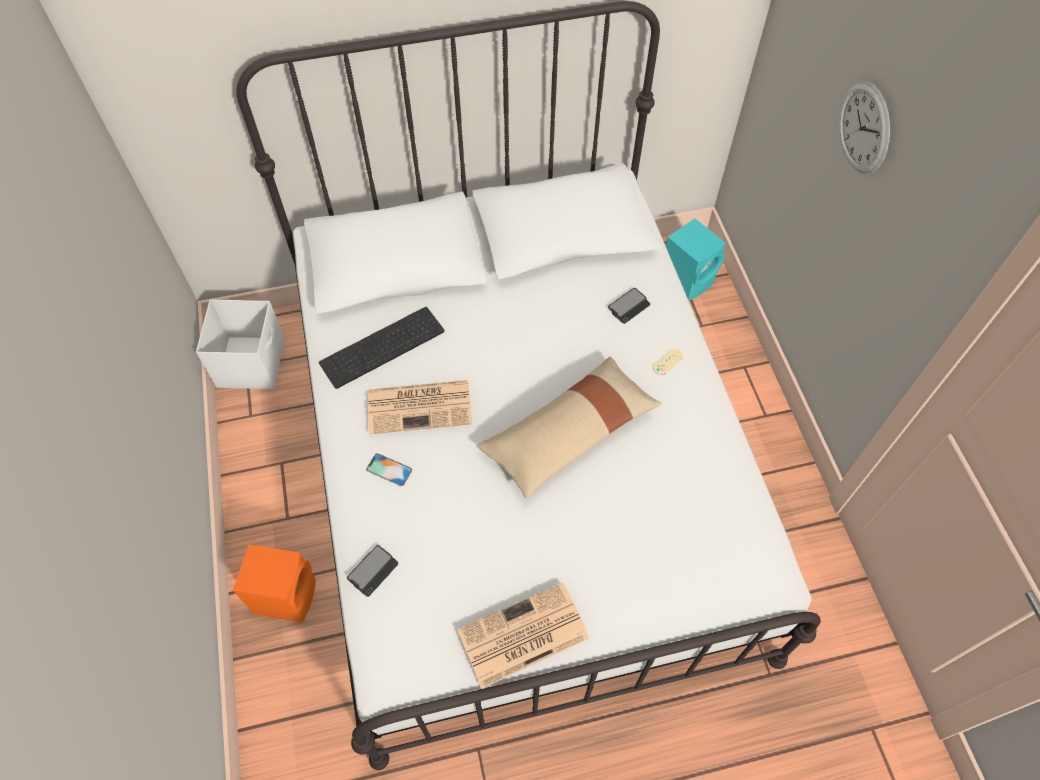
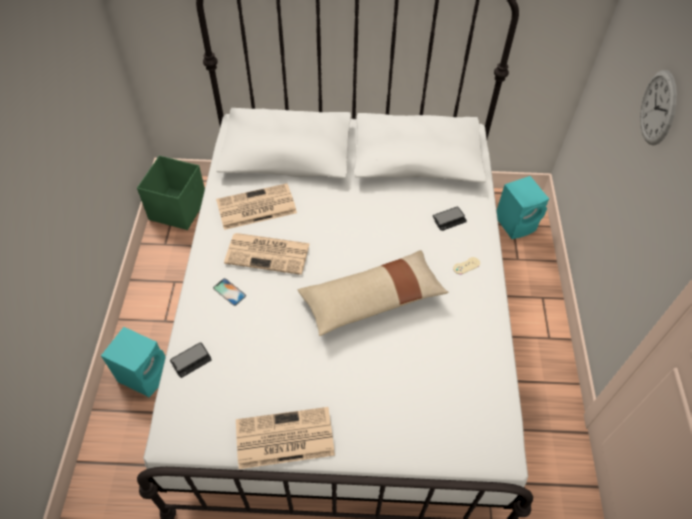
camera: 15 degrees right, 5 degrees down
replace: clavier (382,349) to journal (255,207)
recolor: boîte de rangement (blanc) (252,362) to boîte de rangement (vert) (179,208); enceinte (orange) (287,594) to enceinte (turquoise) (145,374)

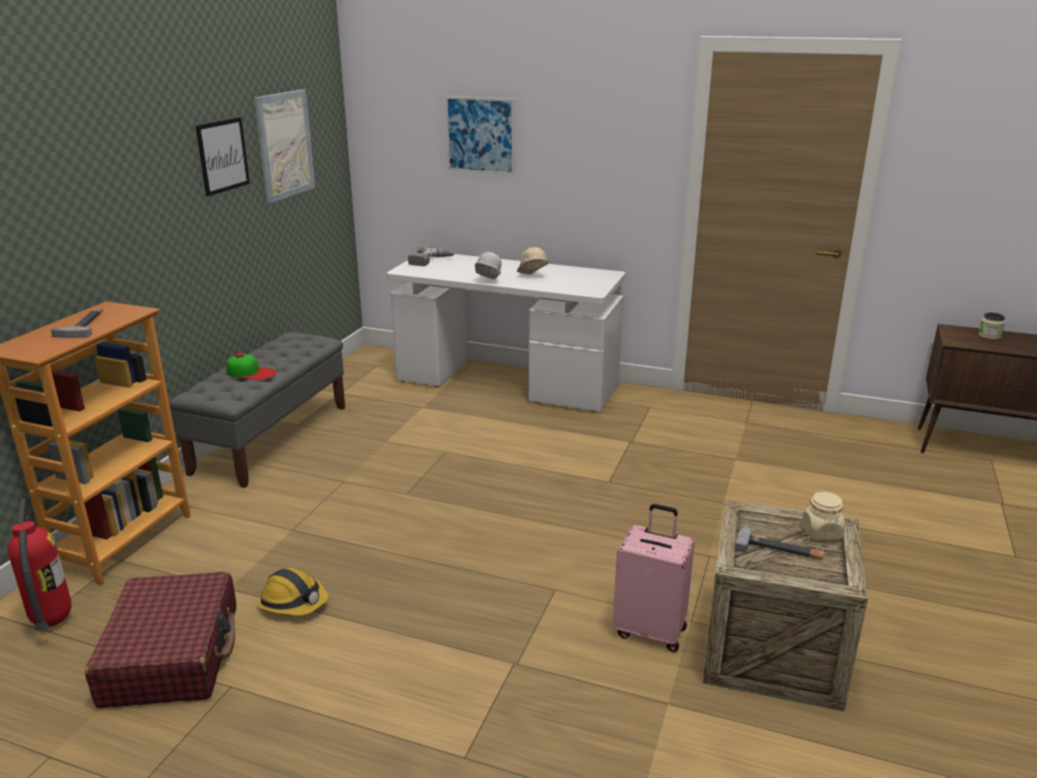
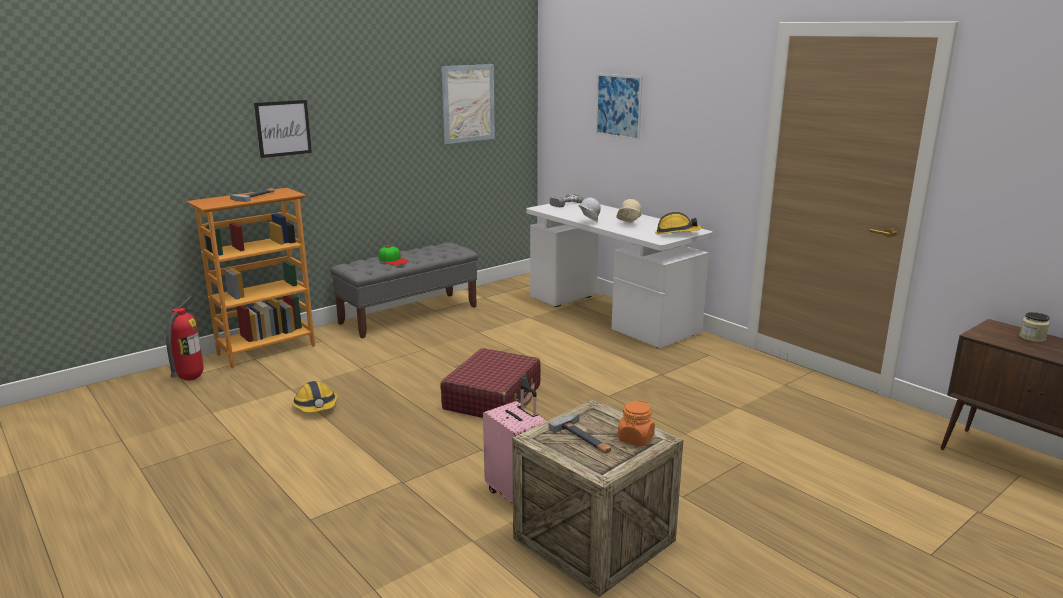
camera: 30 degrees right, 5 degrees down
insert: casque de chantier (676,233)
move: valise (rouge) (172,655) to (493,398); tableau (223,156) to (283,128)
recolor: bocal (beige) (821,533) to bocal (orange) (635,439)

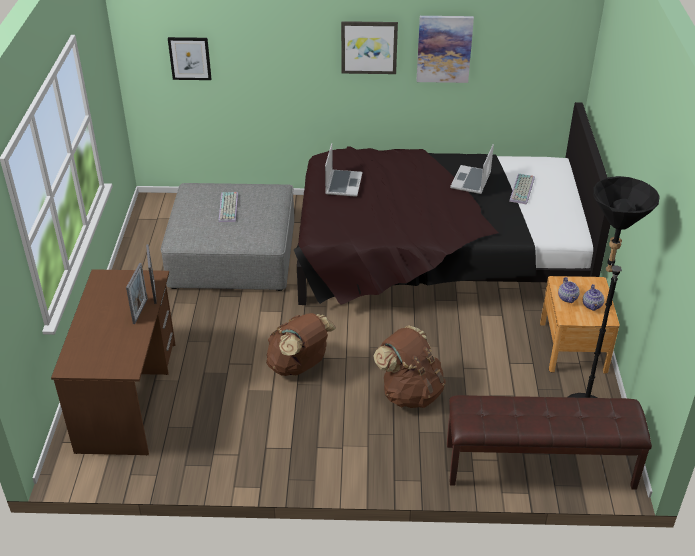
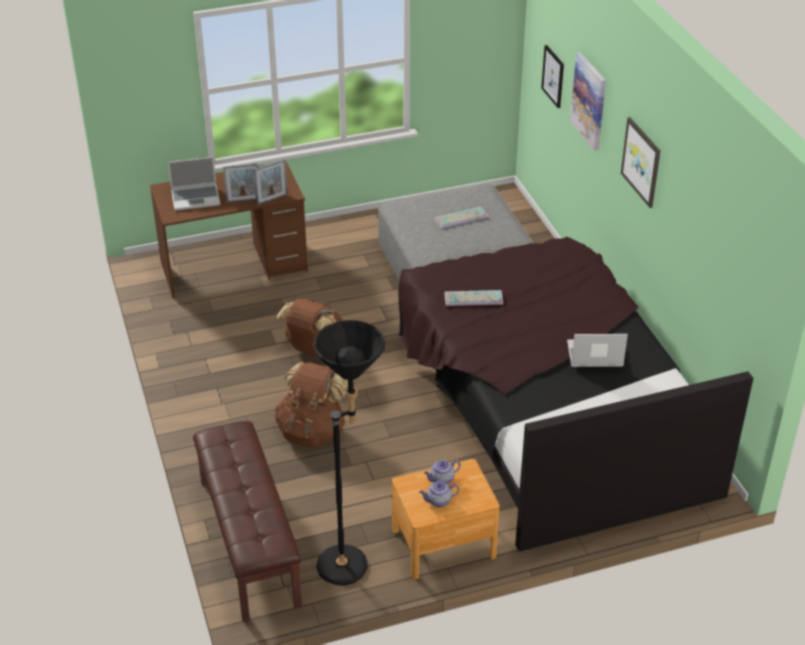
camera: 70 degrees right, 0 degrees up
move: ordinateur portable (343,184) to (196,198); tableau (444,48) to (589,101); clavier (522,190) to (473,299)

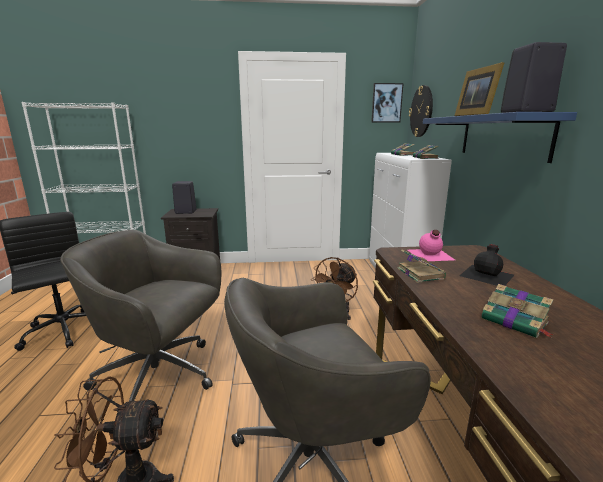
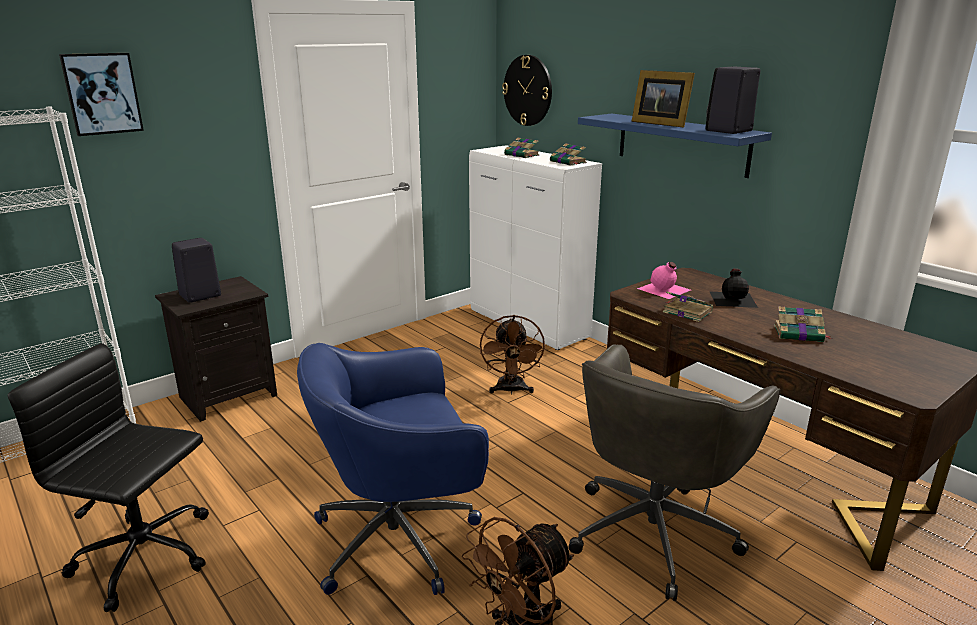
camera: 35 degrees left, 5 degrees up
move: tableau (386,103) to (102,93)
recolor: chaise de bureau (gris) (160,376) to chaise de bureau (bleu) (401,538)

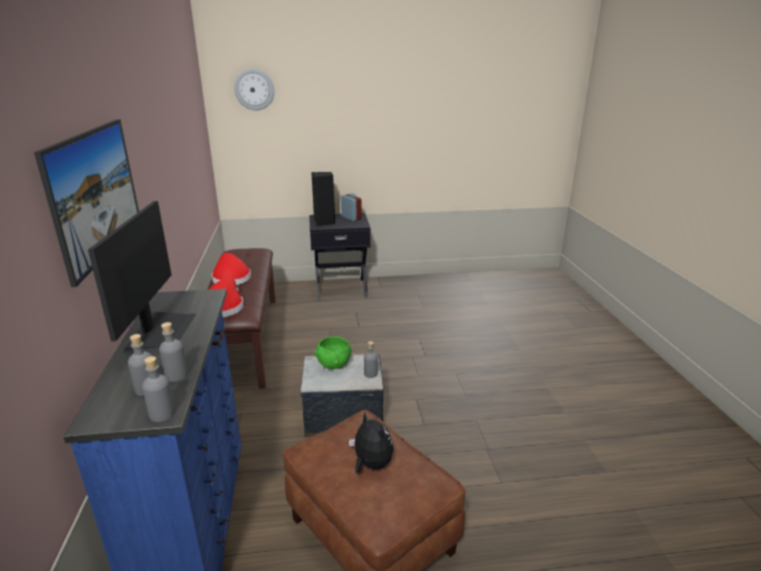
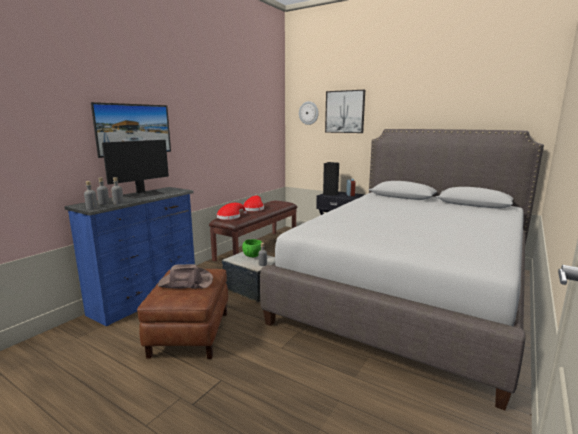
camera: 40 degrees right, 10 degrees down
insert: lit (gris) (410,292); tableau (345,112)
replace: peluche (371,464) to chapeau (marron) (185,282)

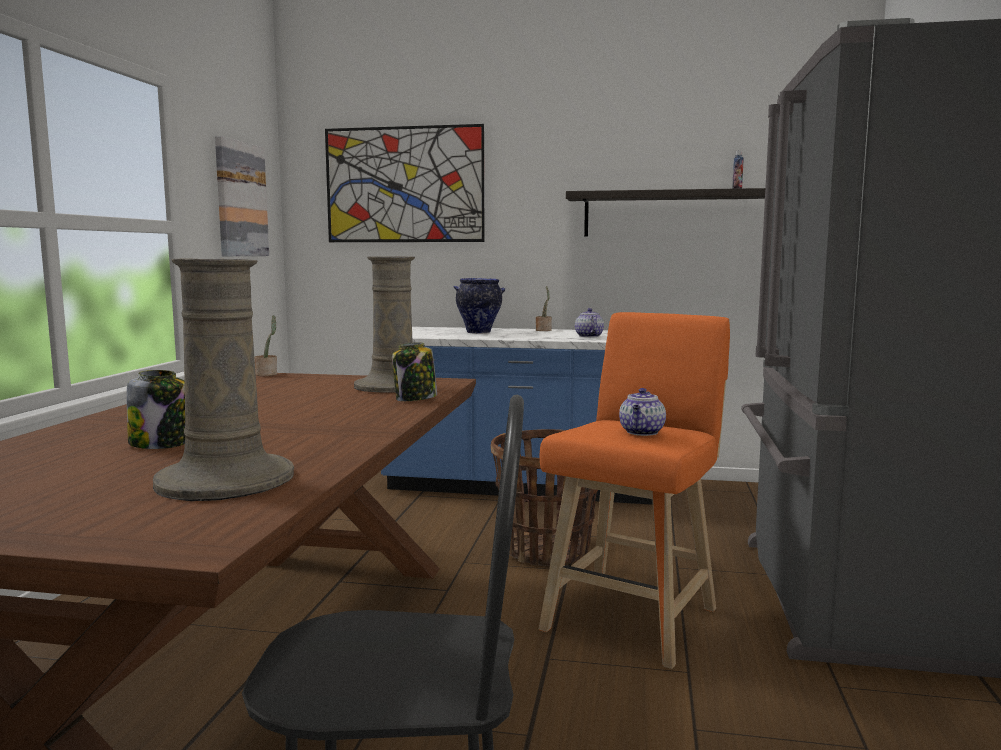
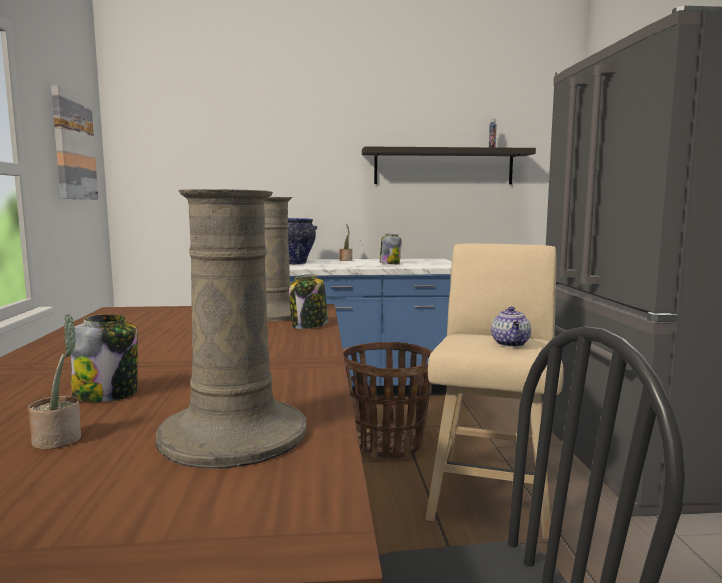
camera: 15 degrees left, 0 degrees up
delete: tableau (404,185)
move: plante en pot (267,374) to (60,438)
replace: théière (588,336) to bocal (390,264)
recolor: tabouret (orange) (634,616) to tabouret (beige) (491,495)

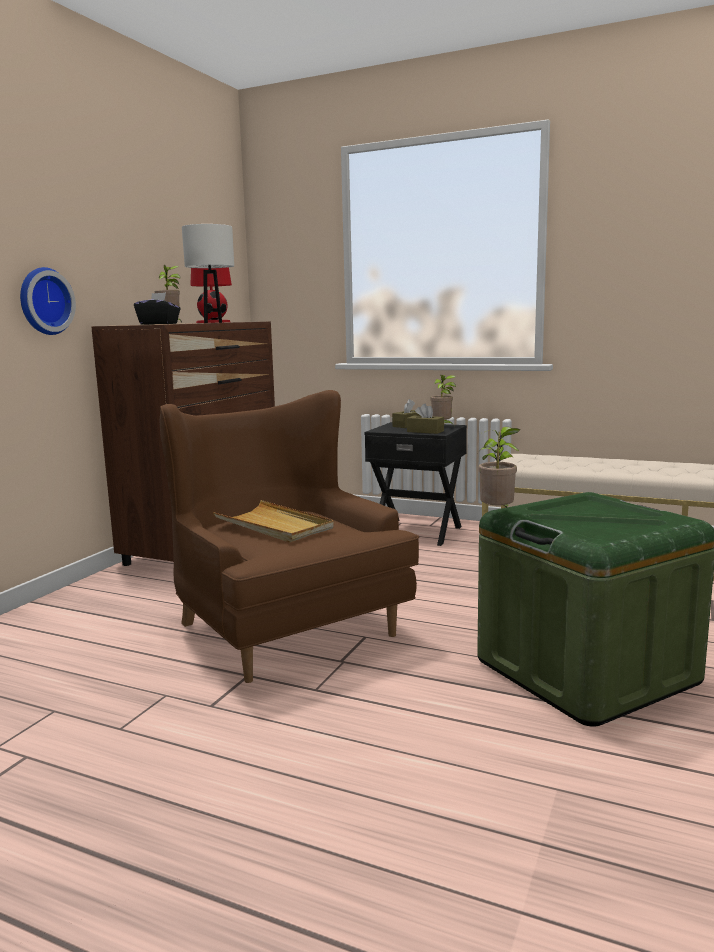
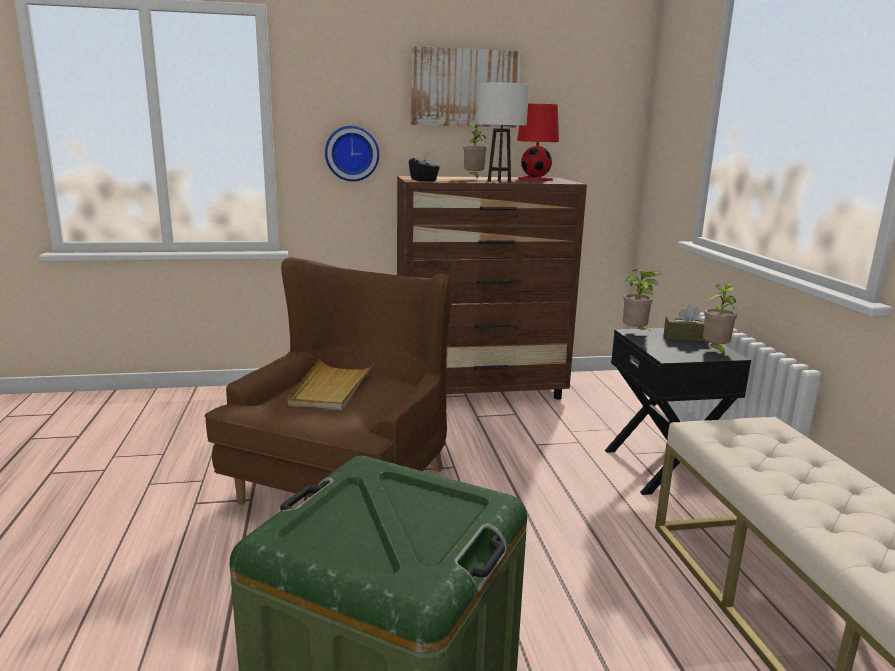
camera: 55 degrees right, 5 degrees up
delete: boîte à mouchoirs (marron) (425,431)
insert: tableau (465,88)
move: plante en pot (498,513) to (636,333)

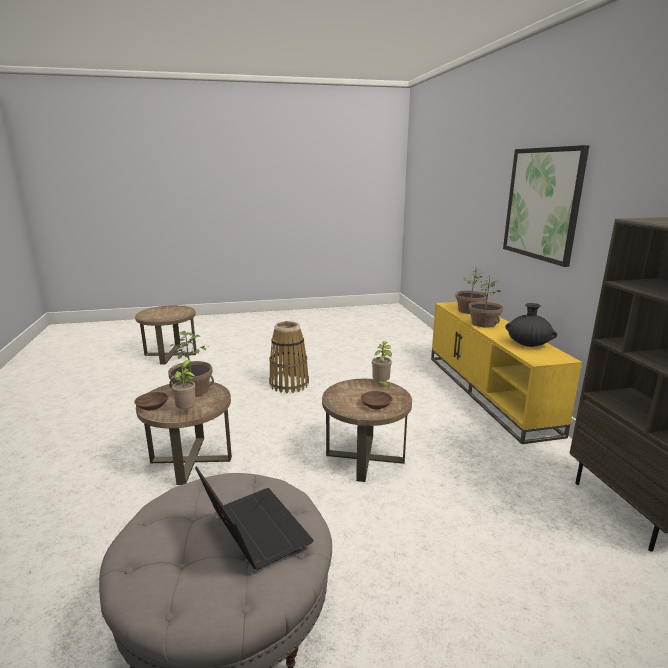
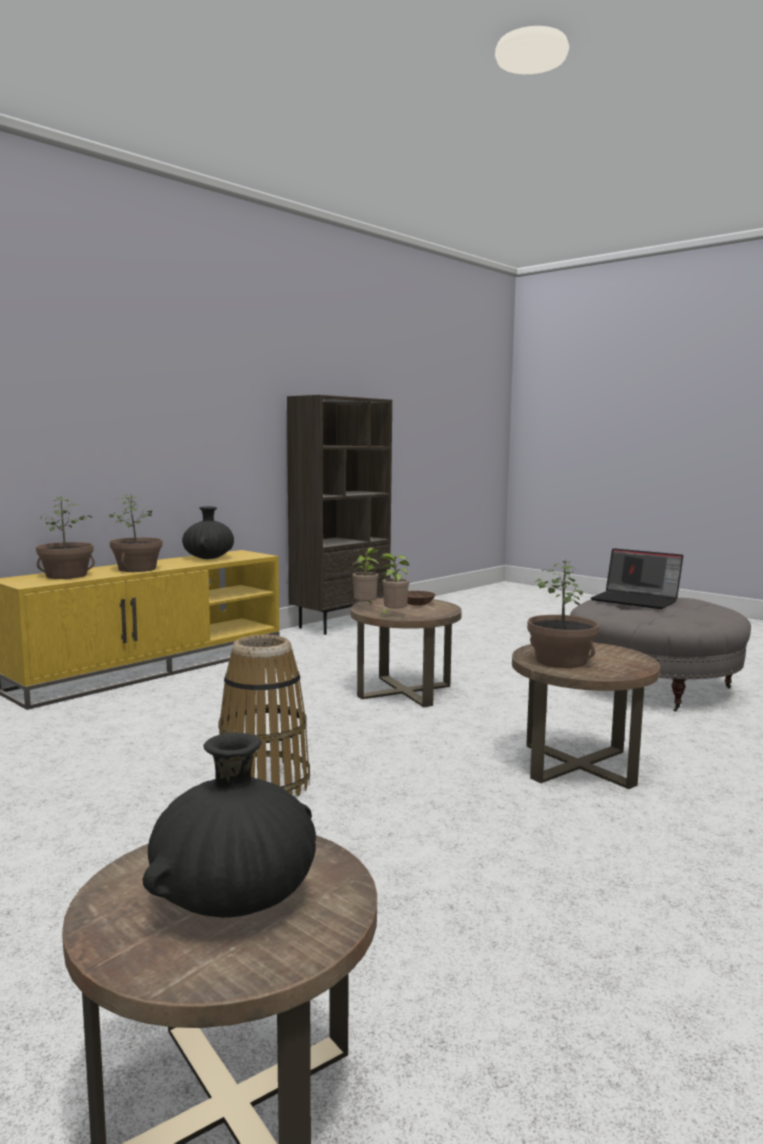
camera: 125 degrees left, 10 degrees down
delete: bol (marron) (153,406); tableau (542,204)
insert: vase (noir) (233,898)
move: plante en pot (187,411) to (393,615)
rotate: ordinateur portable (253,530) = (636,600) 75 degrees counterclockwise

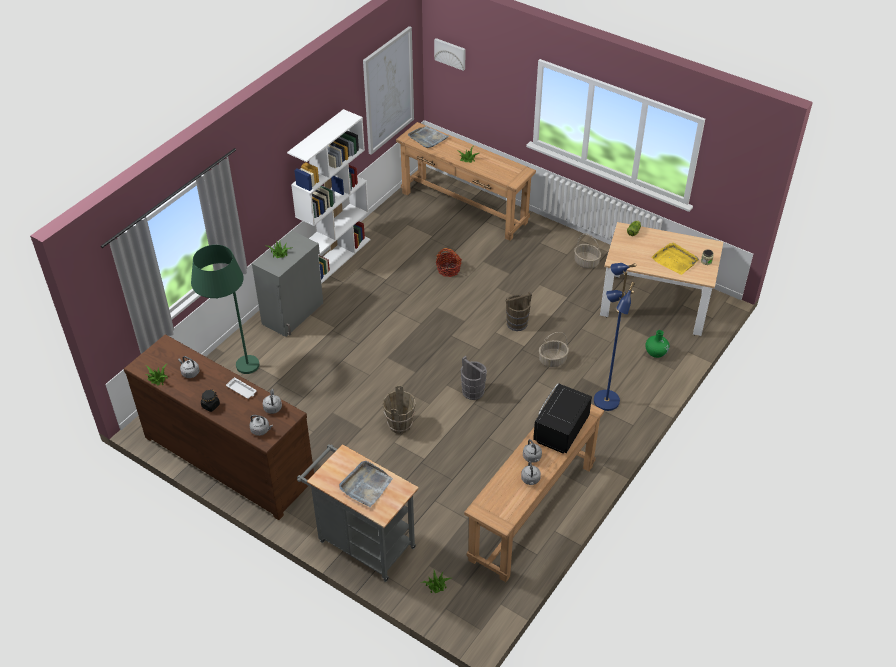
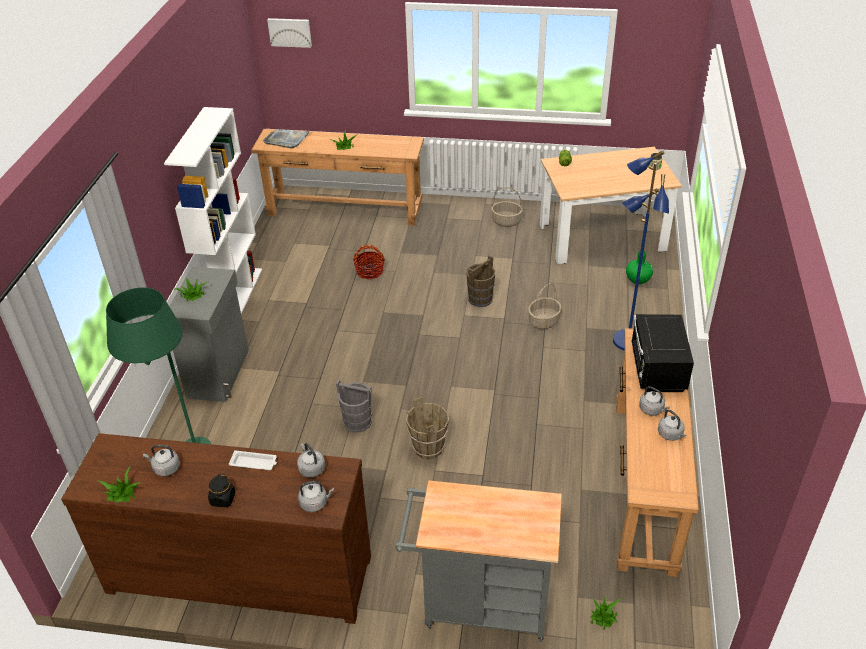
camera: 25 degrees left, 5 degrees down
delete: plateau (gris) (365,485); tableau (388,90); plateau (jaune) (675,260)
move: seau (gris) (473,391) to (358,422)

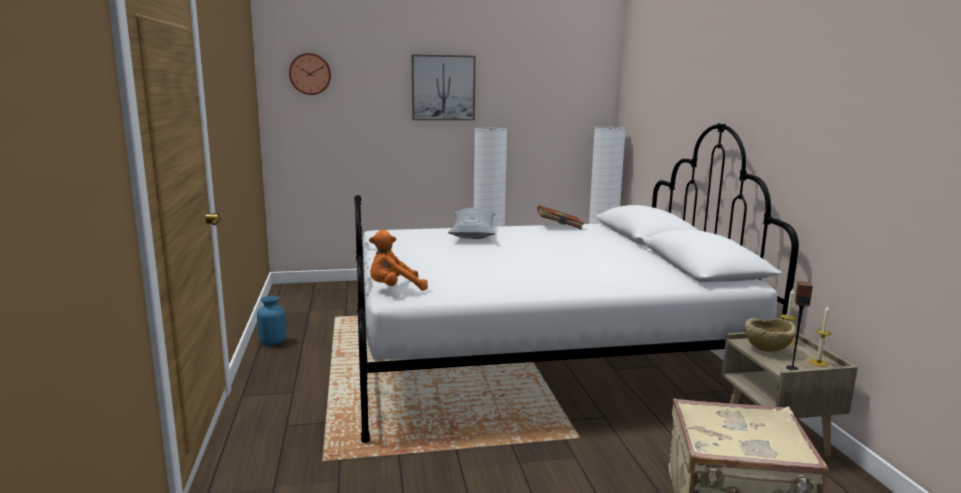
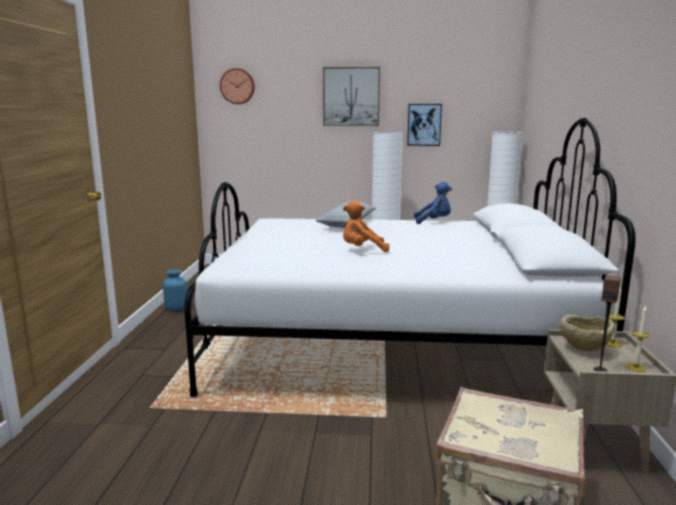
camera: 15 degrees right, 0 degrees up
insert: tableau (424,124)
move: peluche (orange) (394,289) to (362,250)
replace: livre (marron) (559,226) to peluche (bleu) (434,221)

